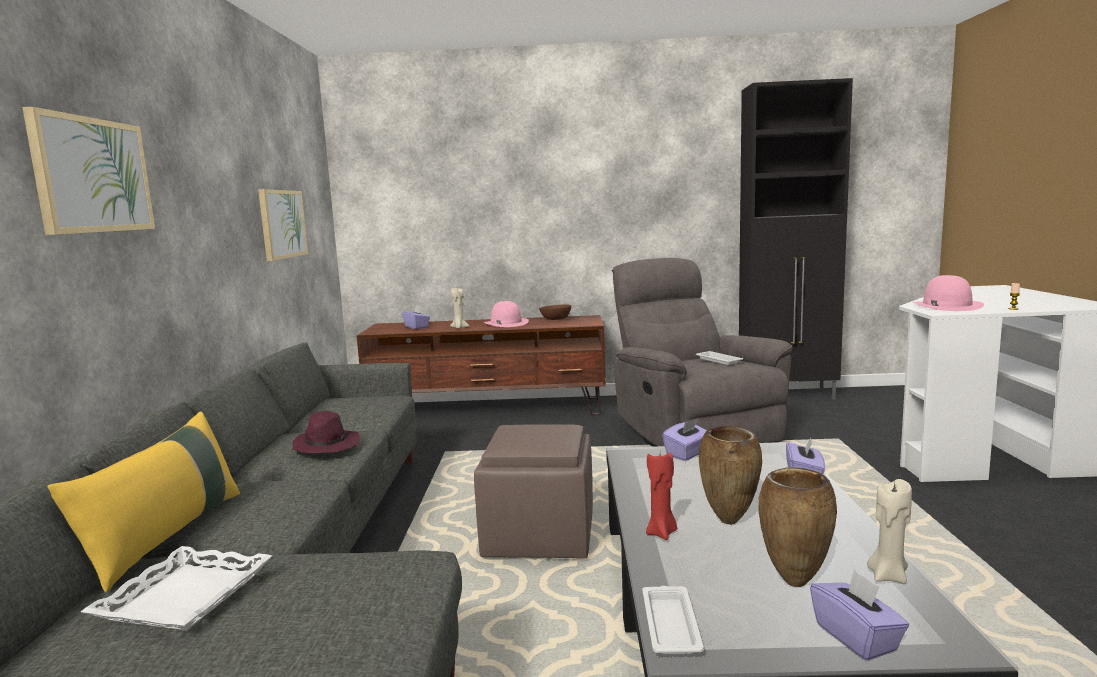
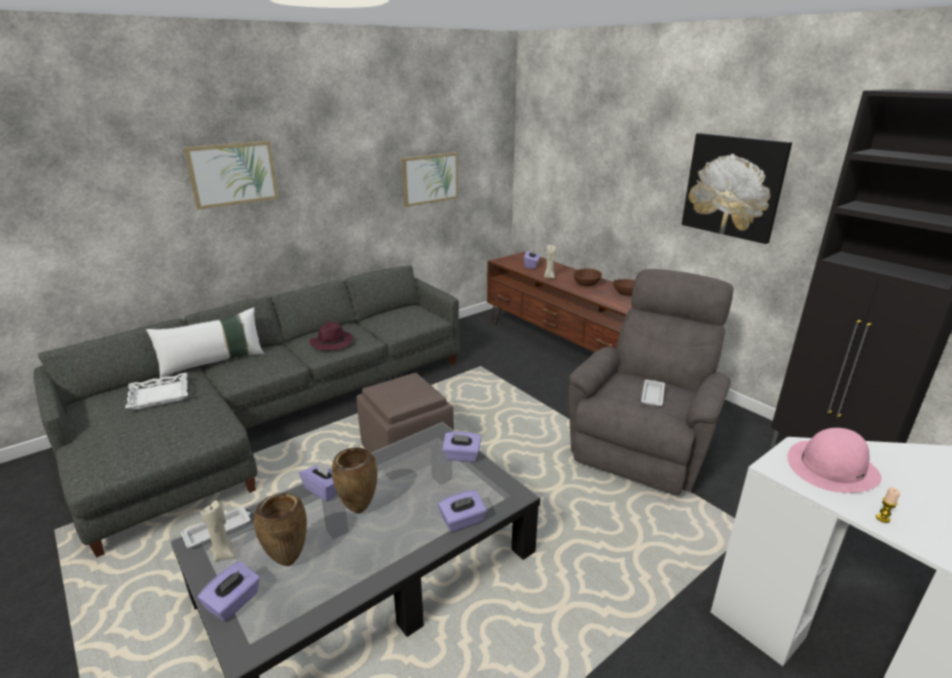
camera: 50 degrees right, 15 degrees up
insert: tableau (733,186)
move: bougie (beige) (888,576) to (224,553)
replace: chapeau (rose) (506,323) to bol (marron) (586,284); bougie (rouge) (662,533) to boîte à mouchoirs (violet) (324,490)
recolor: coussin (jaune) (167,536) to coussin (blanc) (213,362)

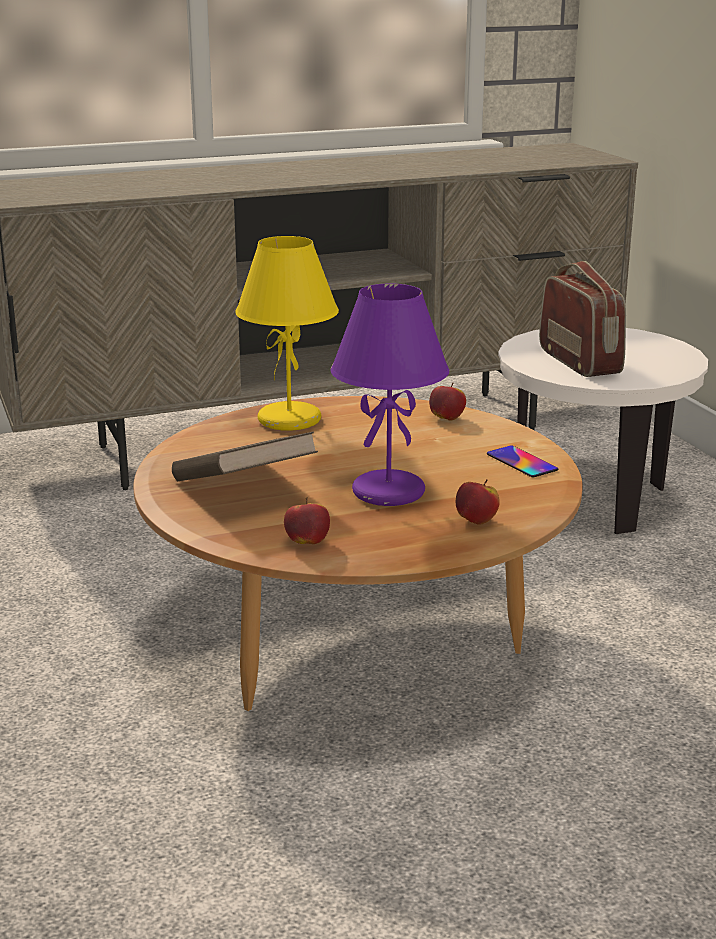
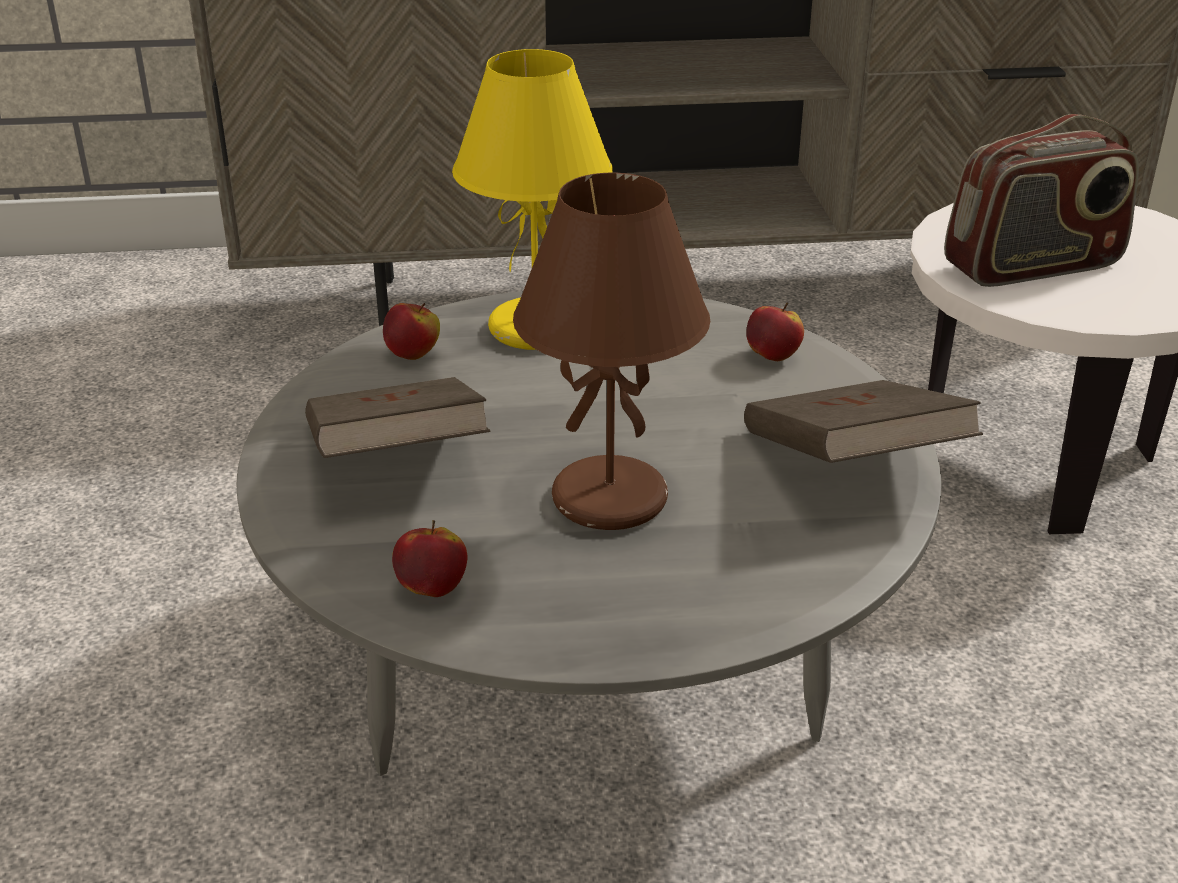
camera: 15 degrees right, 10 degrees up
move: pomme (476,521) to (413,354)
replace: téléphone (521,462) to livre (marron) (850,465)
recolor: table basse (marron) (357,639) to table basse (gris) (589,669); lampe de table (violet) (389,492) to lampe de table (marron) (611,498)
rotate: radio (580,361) = (1033,266) 75 degrees clockwise

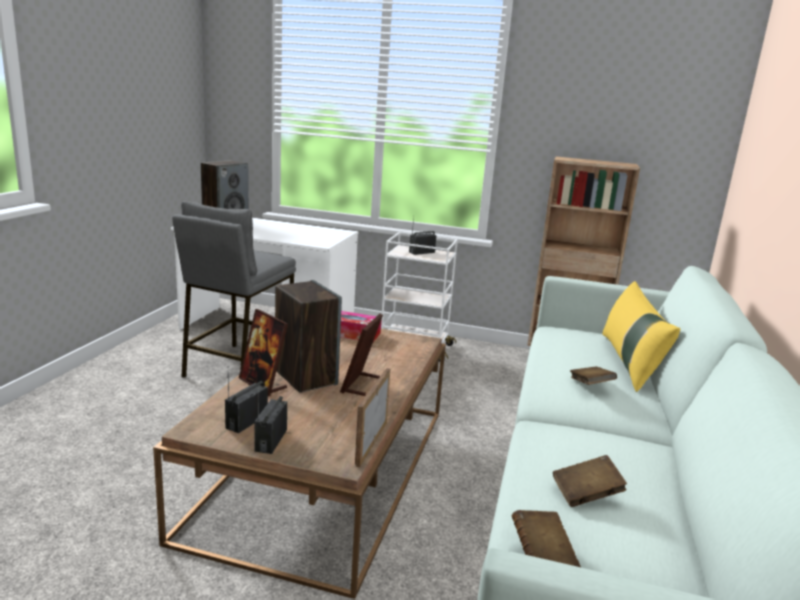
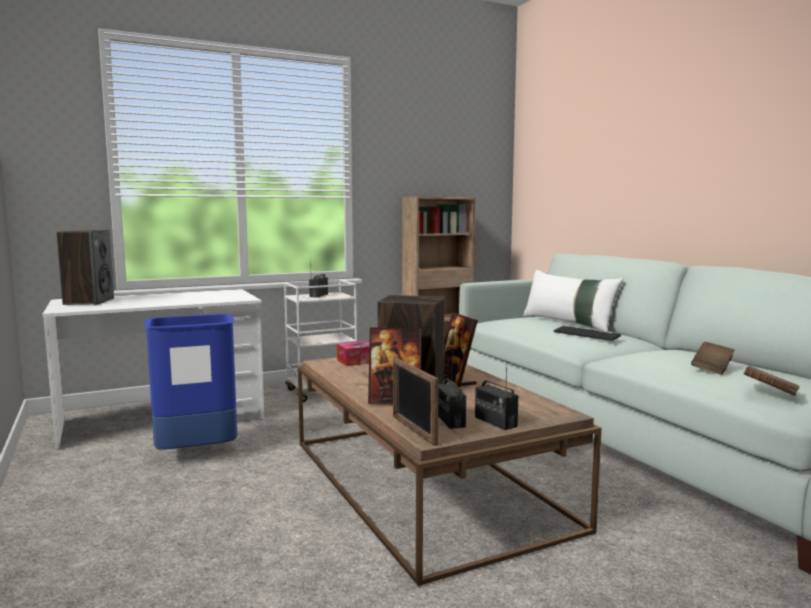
camera: 40 degrees left, 10 degrees down
move: cadre photo (371,443) to (413,430)
replace: tabouret (gris) (237,367) to poubelle (bleu) (197,454); livre (marron) (590,386) to clavier (586,335)
recolor: coussin (jaune) (630,362) to coussin (blanc) (569,323)

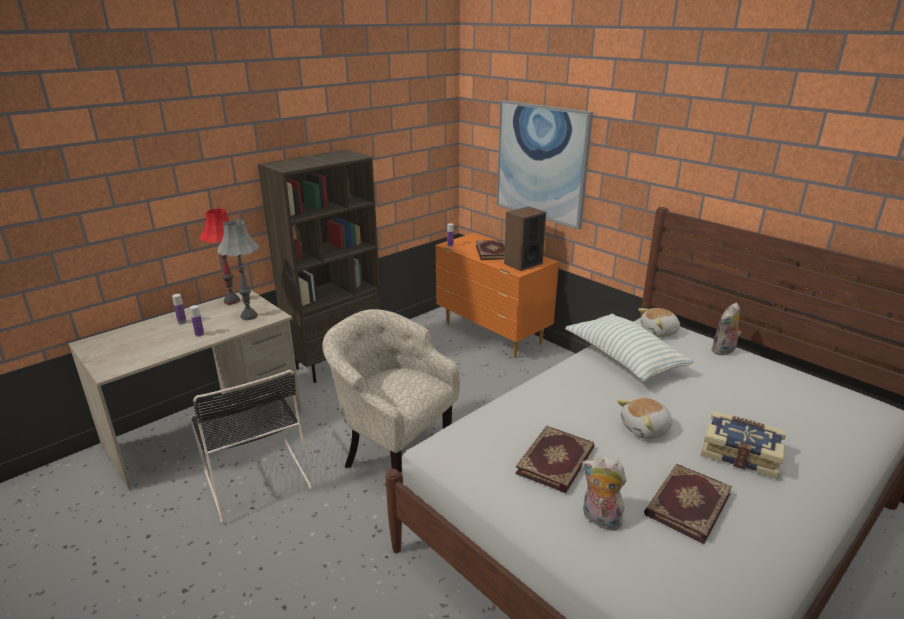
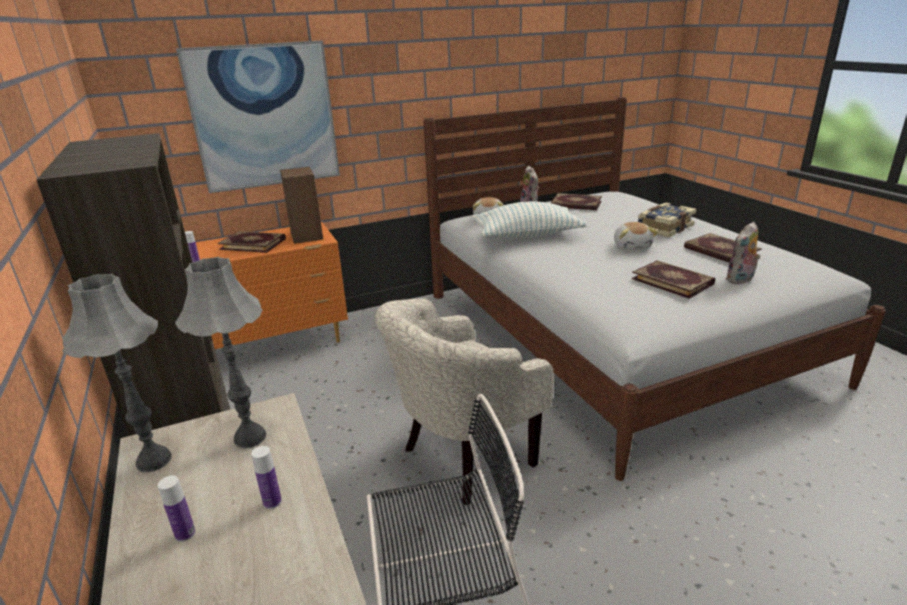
camera: 70 degrees left, 0 degrees up
insert: livre (576,204)
recolor: lampe de table (rouge) (231,301) to lampe de table (gris) (154,461)

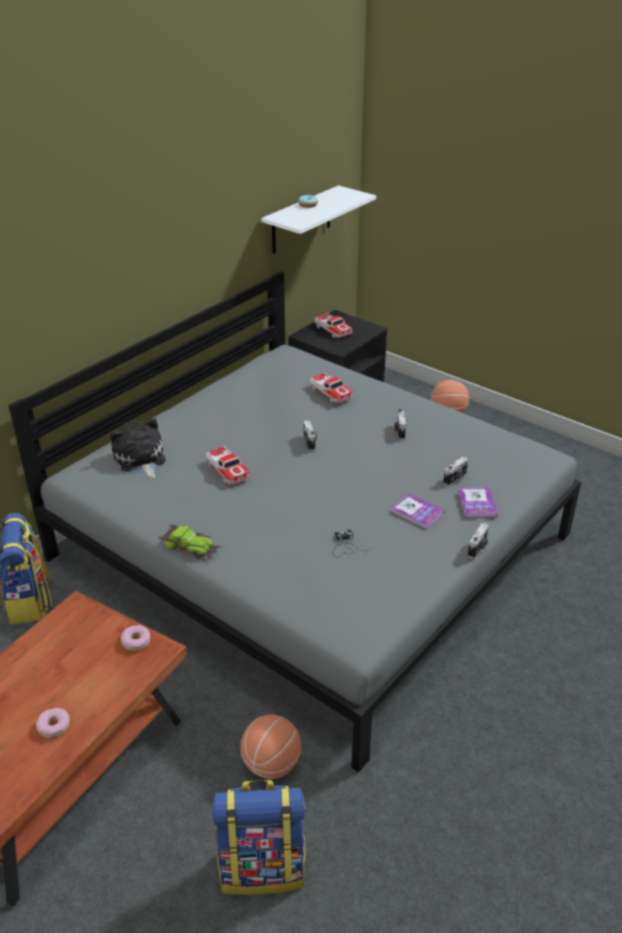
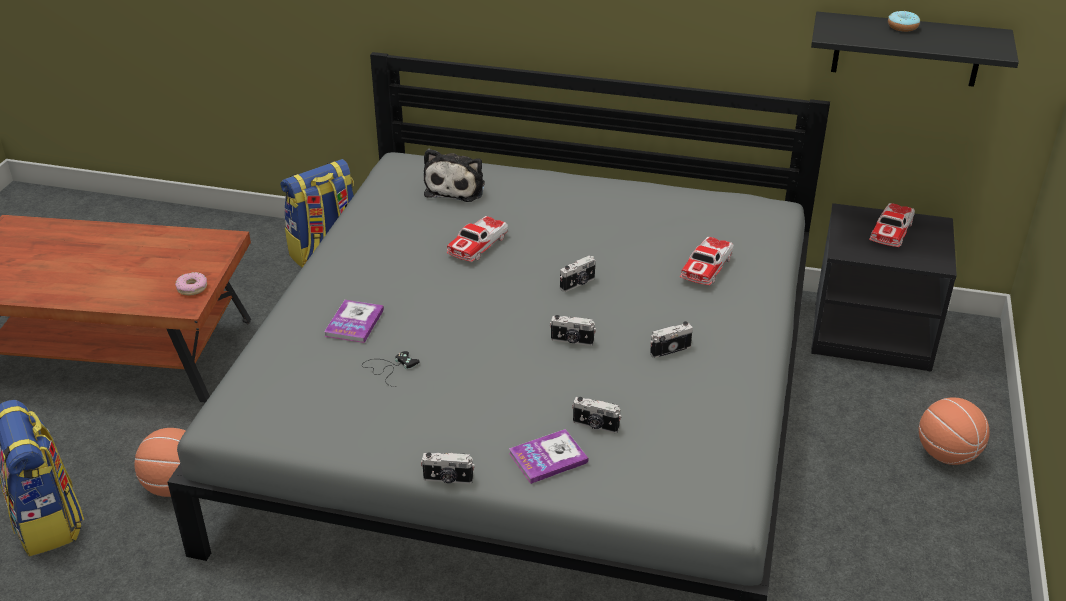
camera: 65 degrees right, 0 degrees up
delete: beignet (54,726); petite voiture (191,547)
insert: appareil photo (572,341)
move: livre (417,512) to (354,323)
recolor: étagère (blanc) (301,220) to étagère (noir) (907,49)
rotate: peluche (140,460) = (456,188) 150 degrees clockwise

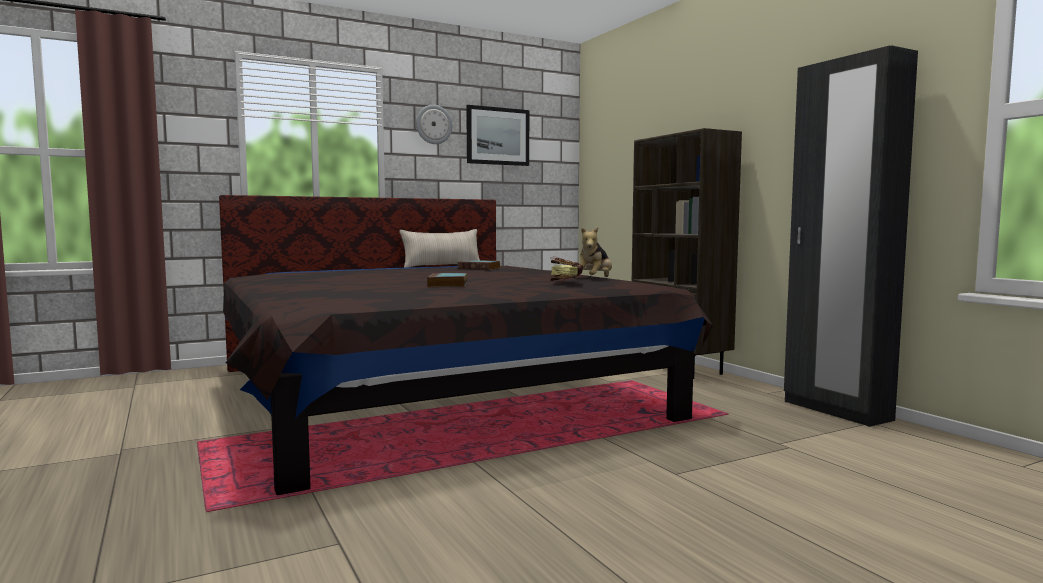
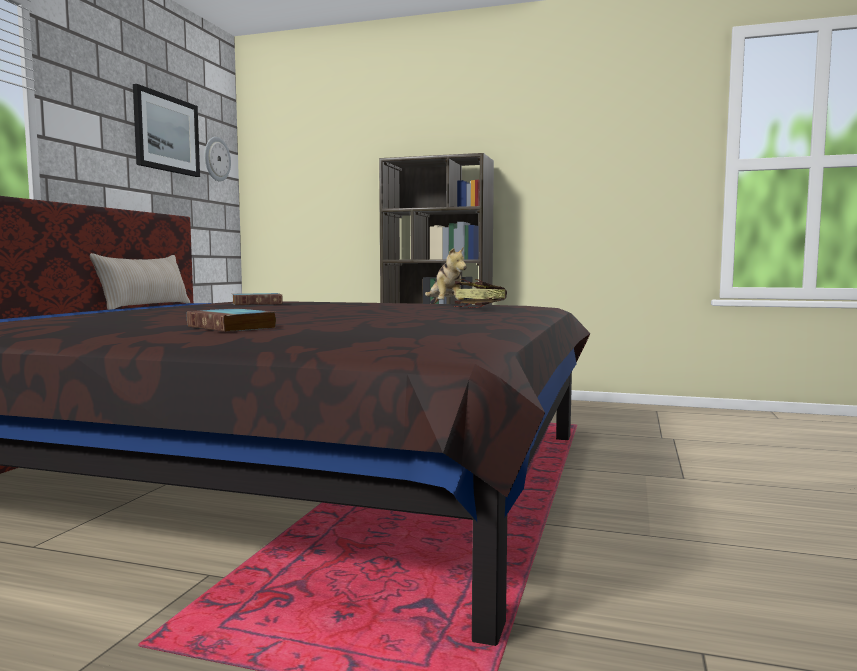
camera: 45 degrees left, 0 degrees up
delete: armoire (noir) (836,411)
move: horloge murale (433,124) to (216,159); livre (448,285) to (233,327)

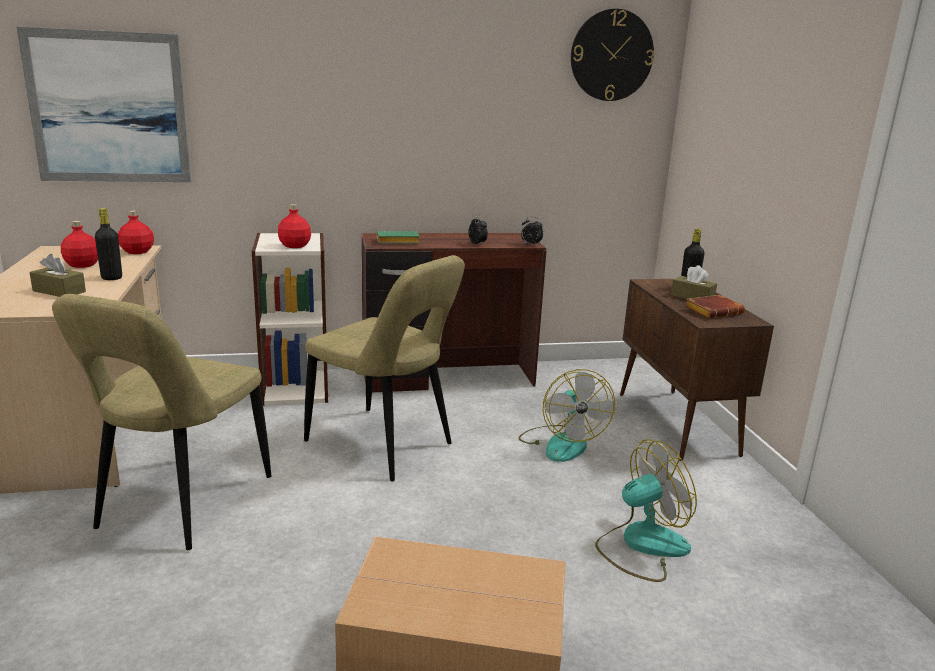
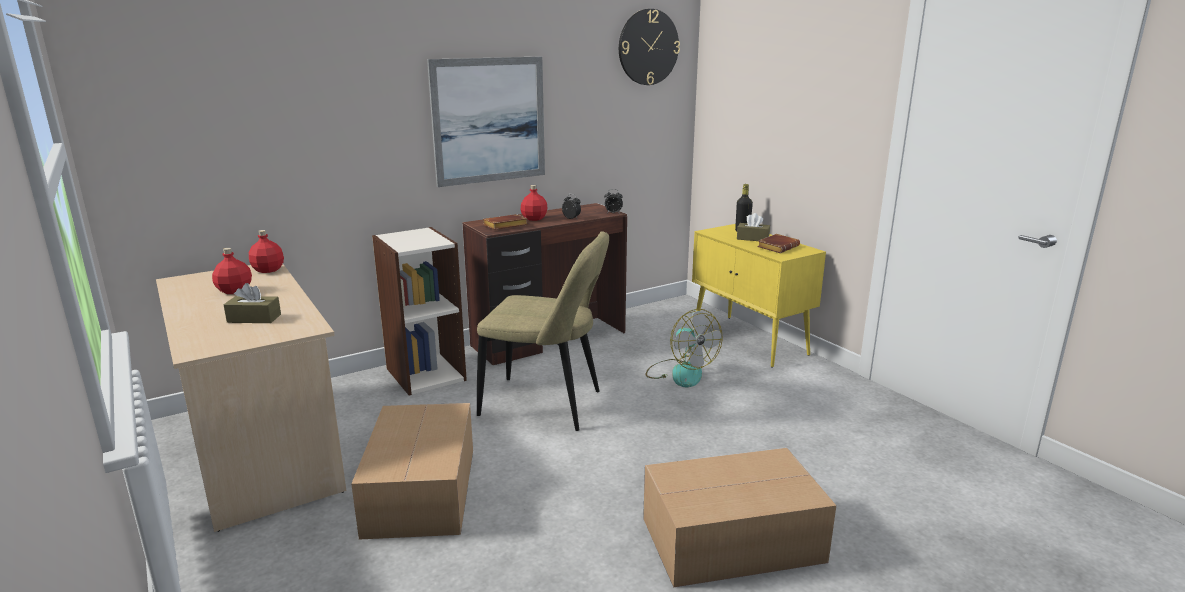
camera: 20 degrees left, 0 degrees up
delete: bouteille (noir) (112,278); ventilateur (641,545)
move: tableau (109,108) to (489,120); bouteille (rouge) (295,246) to (534,218)
replace: chaise (beige) (181,506) to carton (419,492)
recolor: livre (vert) (396,242) to livre (marron) (505,226); meuble de rangement (marron) (677,424) to meuble de rangement (jaune) (750,341)

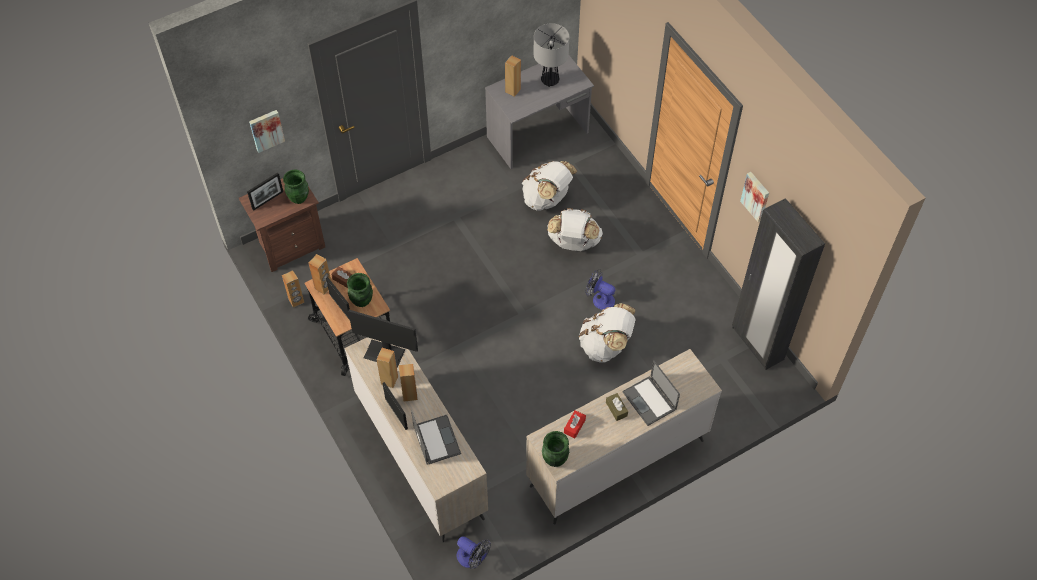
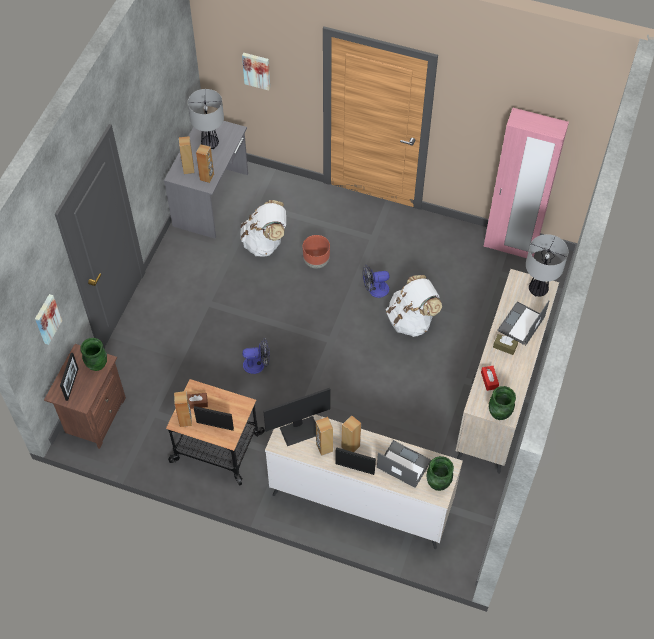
camera: 40 degrees left, 0 degrees up
insert: lampe de table (538,289)
move: enceinte (marron) (296,301) to (207,177); vase (vert) (361,301) to (438,483); ventilateur (473,558) to (258,364); tableau (756,196) to (257,70)
replace: sac à dos (blanc) (573,243) to cache-pot (marron) (316,262)
recolor: armoire (noir) (757,344) to armoire (rose) (510,246)
rotate: ordinateur portable (650,401) = (521,324) 105 degrees clockwise

